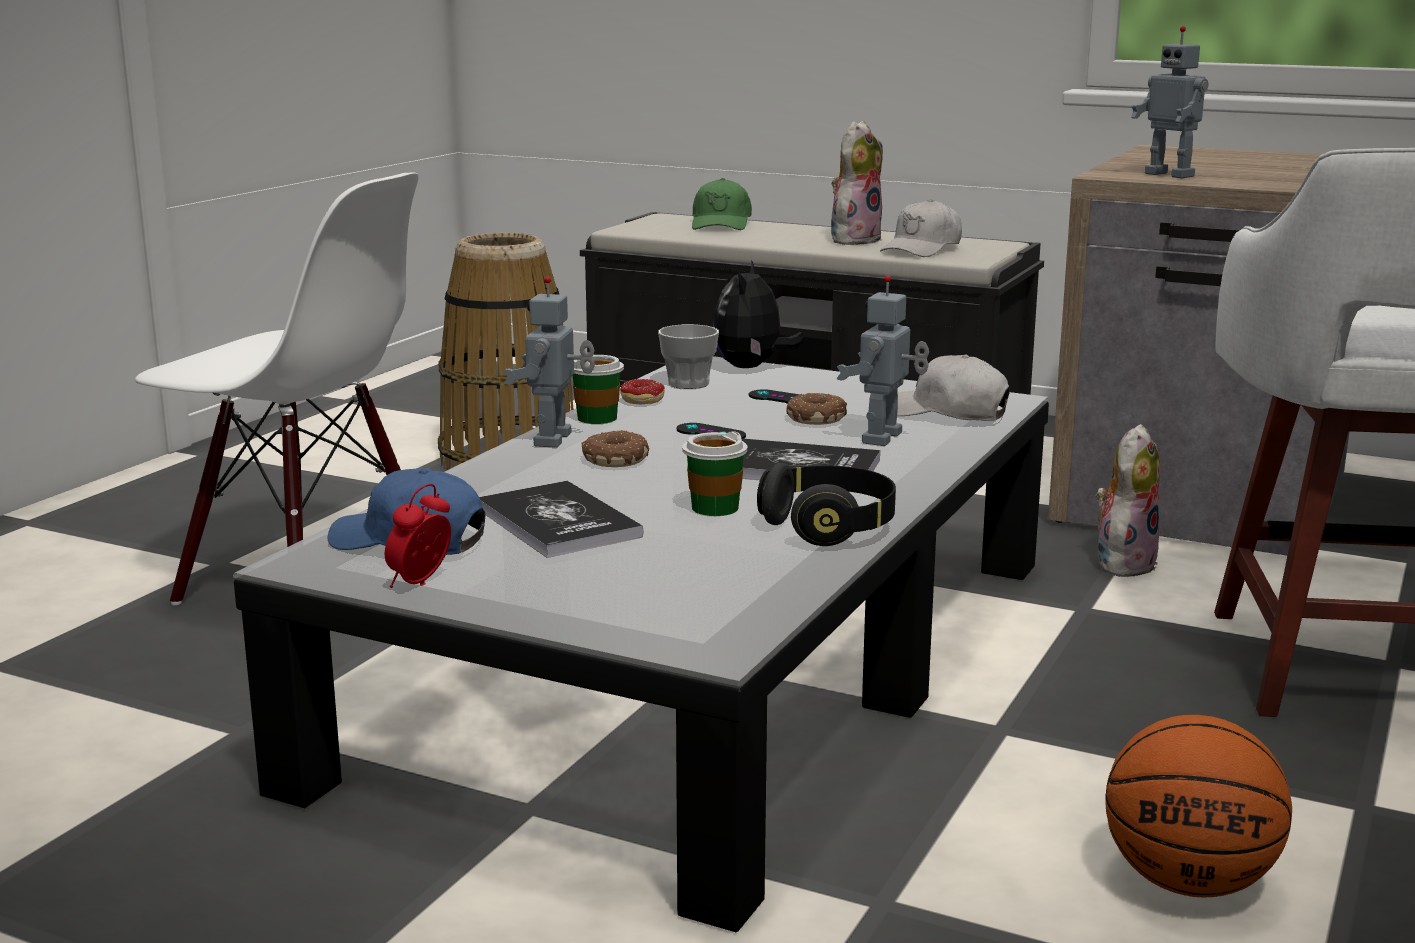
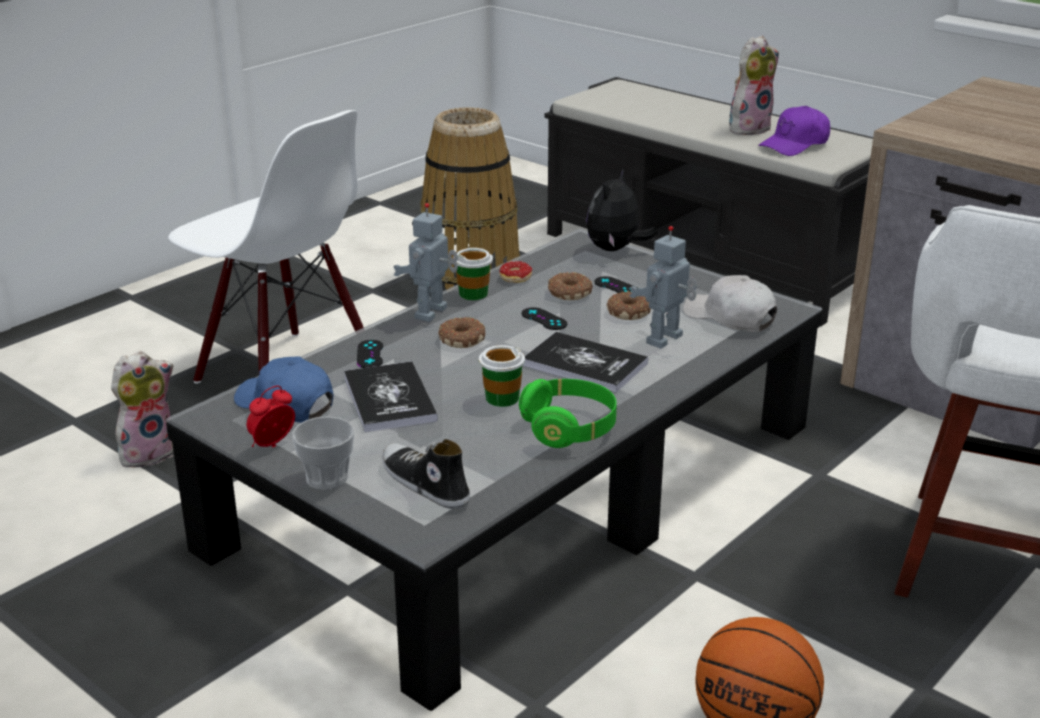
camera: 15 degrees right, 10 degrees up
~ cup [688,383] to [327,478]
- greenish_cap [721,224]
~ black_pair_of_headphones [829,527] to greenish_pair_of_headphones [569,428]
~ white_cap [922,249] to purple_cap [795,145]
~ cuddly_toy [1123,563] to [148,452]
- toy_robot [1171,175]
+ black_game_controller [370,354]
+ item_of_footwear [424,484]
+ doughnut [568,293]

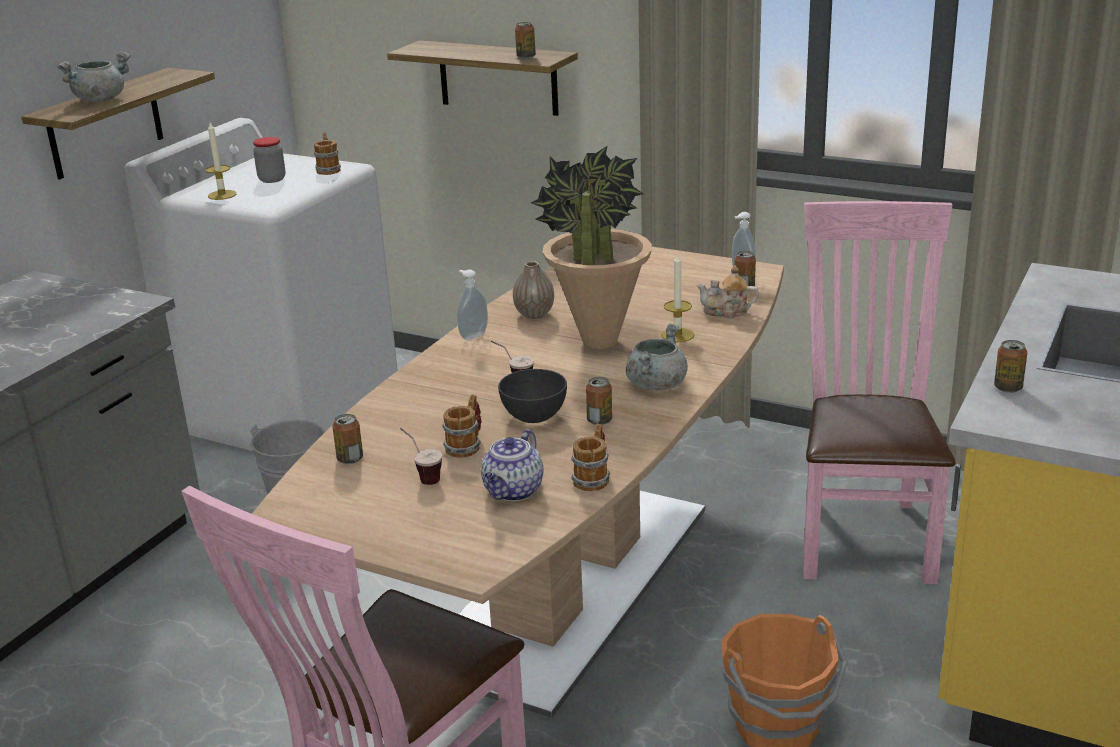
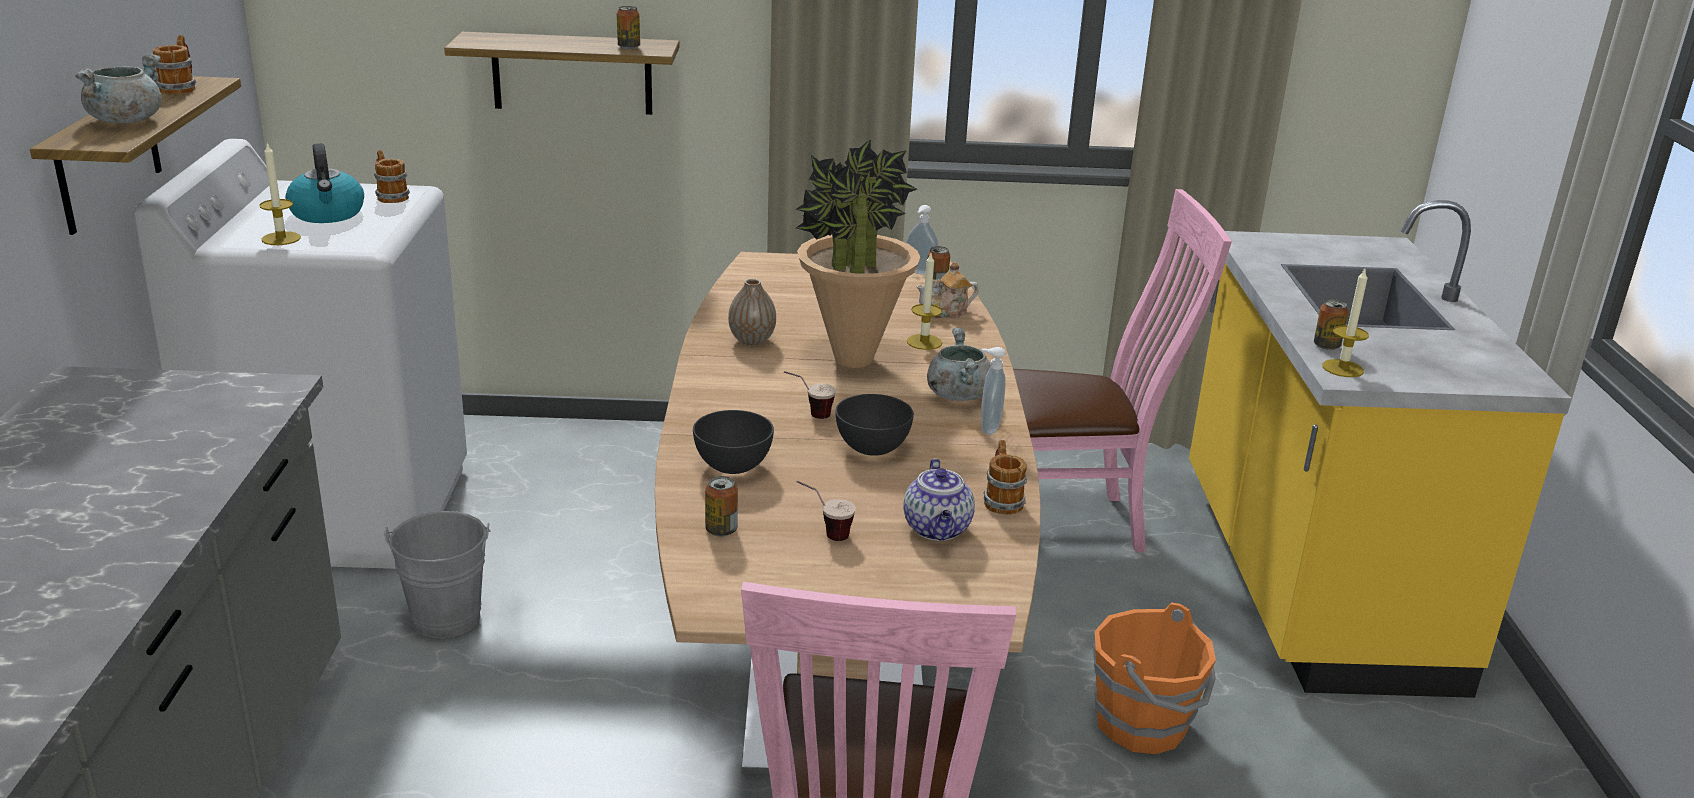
camera: 30 degrees left, 0 degrees up
~ jar [272,179] to water_kettle [328,214]
~ tea_mug [466,445] to [180,88]
~ liquid_soap_bottle [472,335] to [987,428]
- sealed_can [599,420]
~ pink_plain_chair [863,533] = [1071,523] 105 degrees clockwise
+ grey_deep_dish [733,466]
+ candle [1342,368]

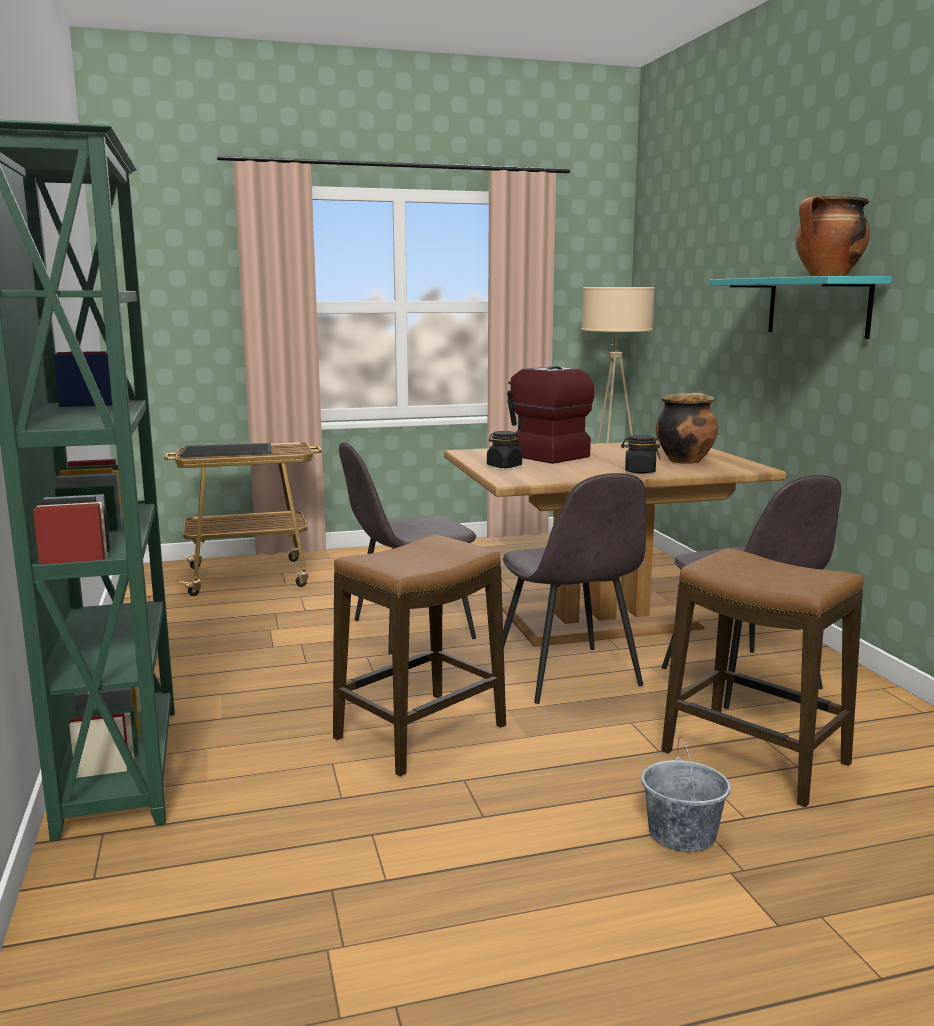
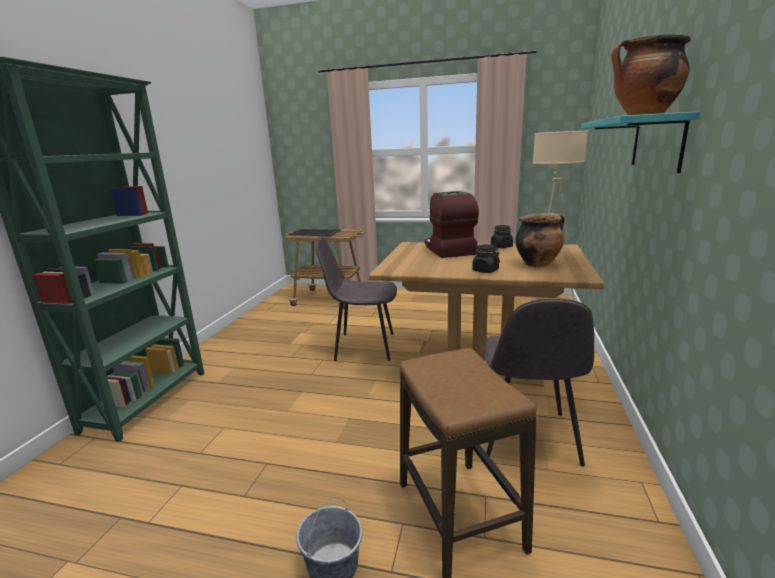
camera: 30 degrees right, 5 degrees up
- sitting_stool [421,732]
~ black_jar [504,466] to [501,246]
- grey_plain_chair [568,676]

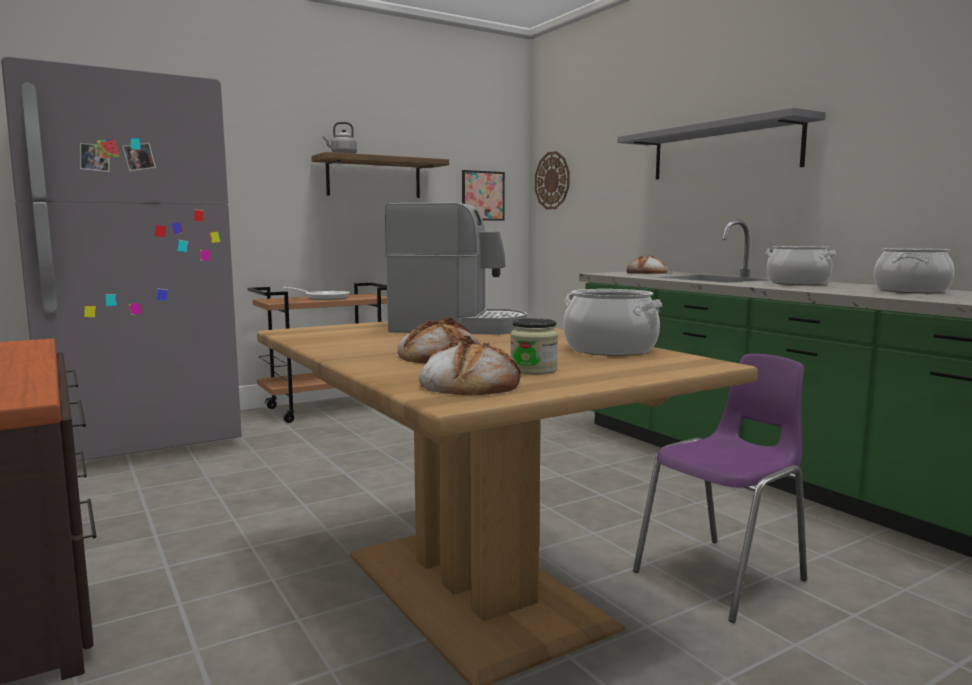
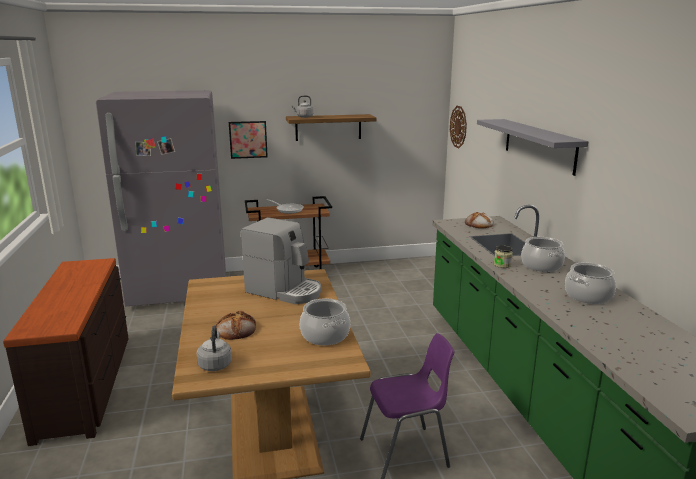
camera: 20 degrees right, 10 degrees up
~ baked_bread [469,383] to grey_water_kettle [215,364]
~ picture [483,195] to [248,139]
~ jar [533,370] to [502,265]

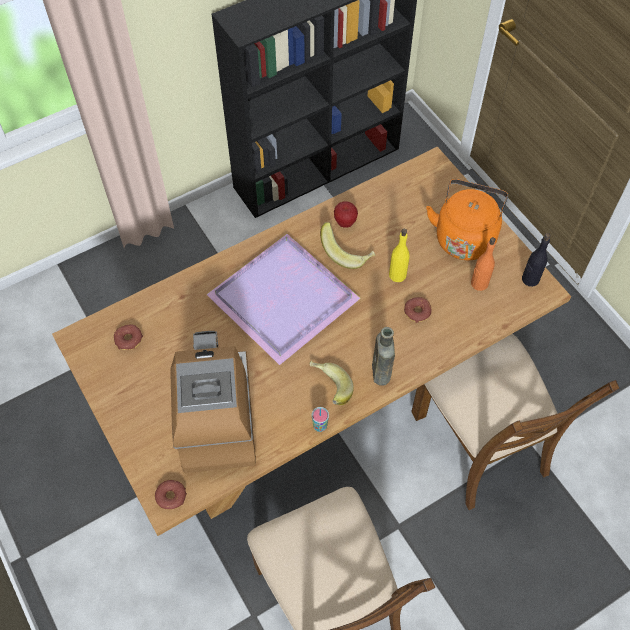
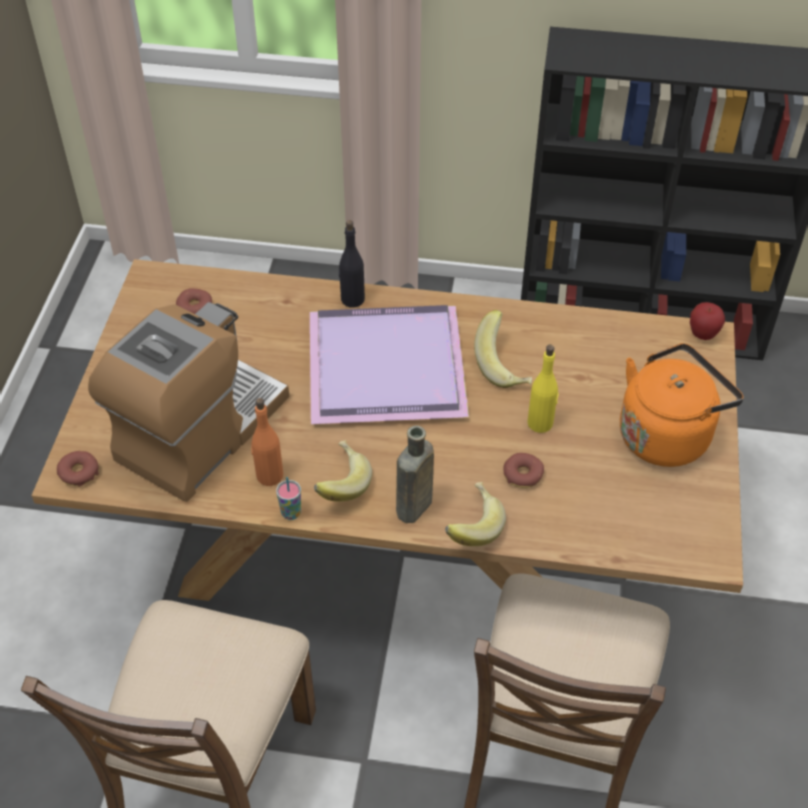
camera: 40 degrees right, 10 degrees down
~ apple_fruit [345,222] to [703,334]
~ orange_drink_bottle [479,283] to [269,475]
~ black_drink_bottle [530,279] to [352,299]
+ whole_banana [471,526]

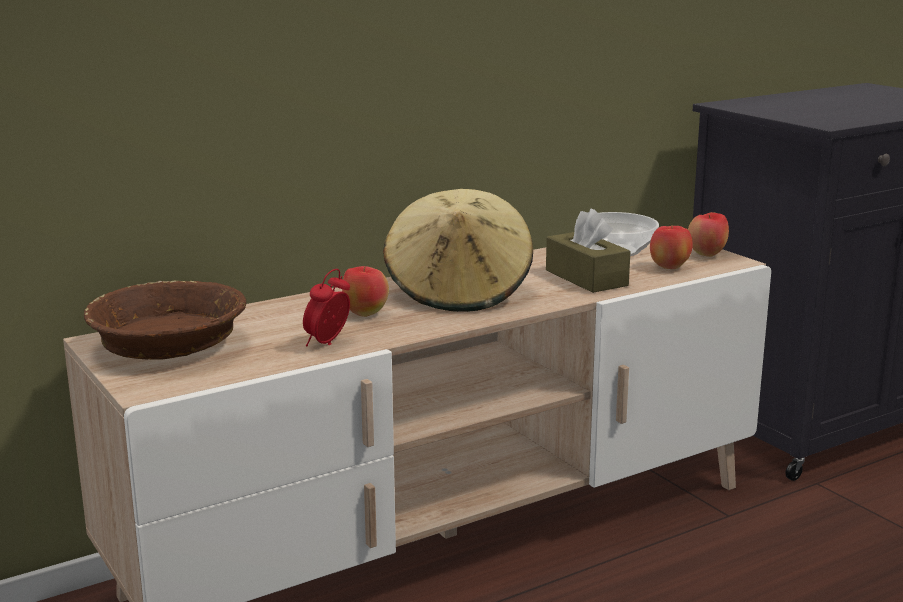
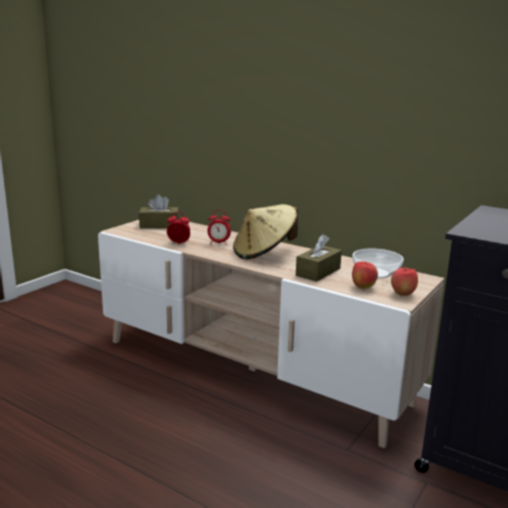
camera: 65 degrees right, 0 degrees up
~ brown-coloured_deep_dish [169,345] to brown-coloured_box_of_tissues [159,225]
~ apple_fruit [365,314] to bedside_clock [218,243]

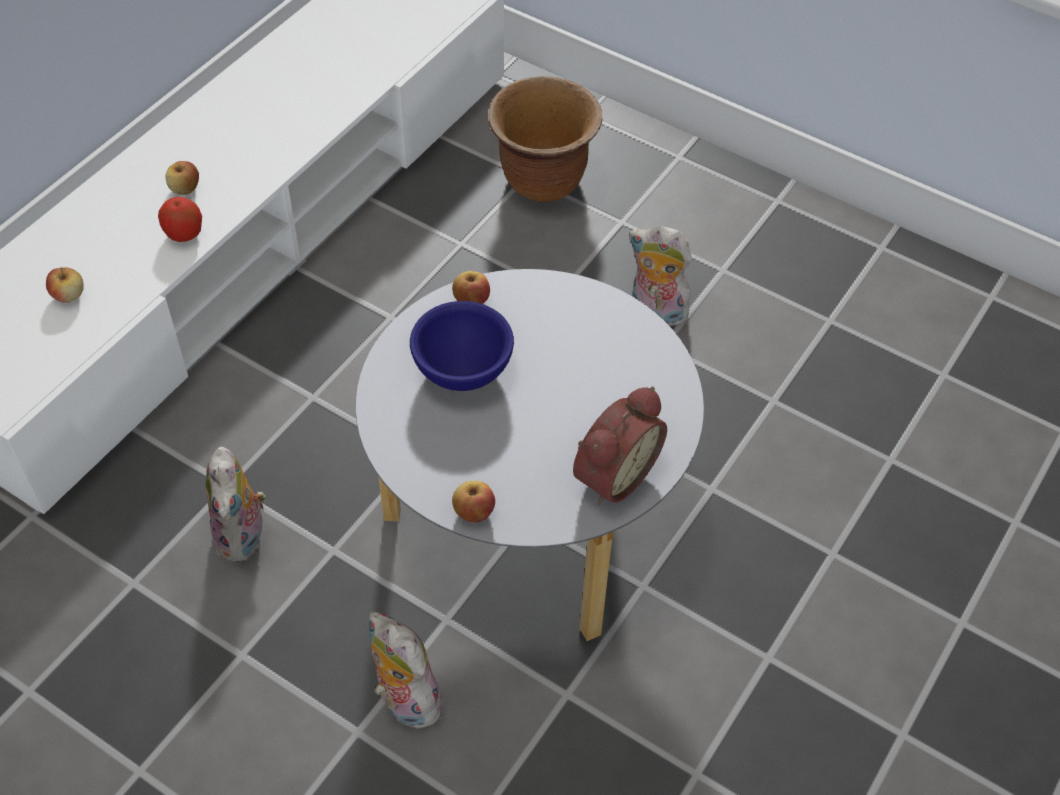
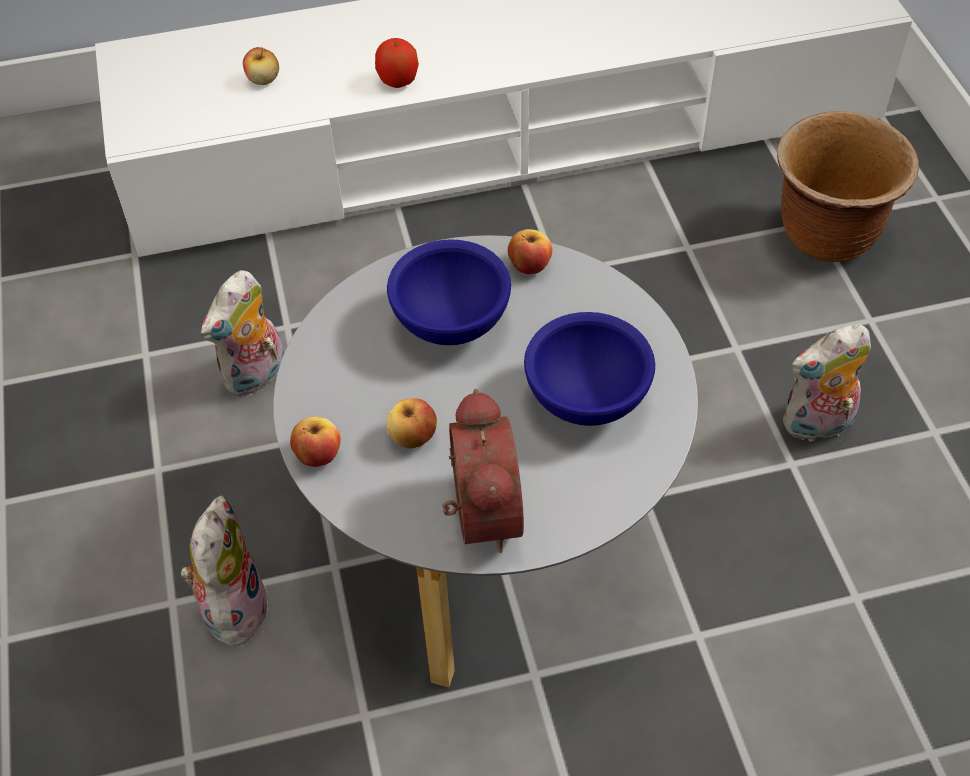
camera: 45 degrees right, 0 degrees up
~ apple_fruit [185,189] to [412,437]
~ bedside_clock [612,474] = [478,513] 90 degrees counterclockwise
~ cuddly_toy [655,311] = [816,425] 90 degrees counterclockwise
+ blue_deep_dish [584,399]

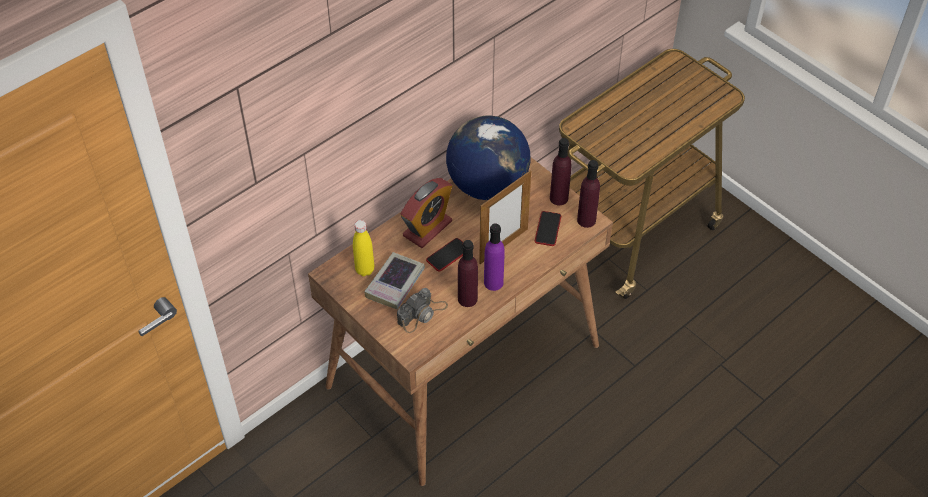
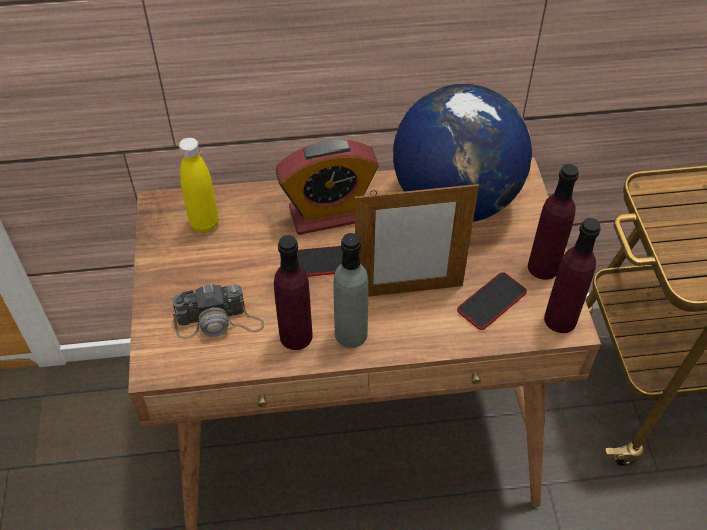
camera: 35 degrees right, 0 degrees up
- bound_book [395,284]
~ purple_drink_bottle [493,282] to grey_drink_bottle [351,334]

